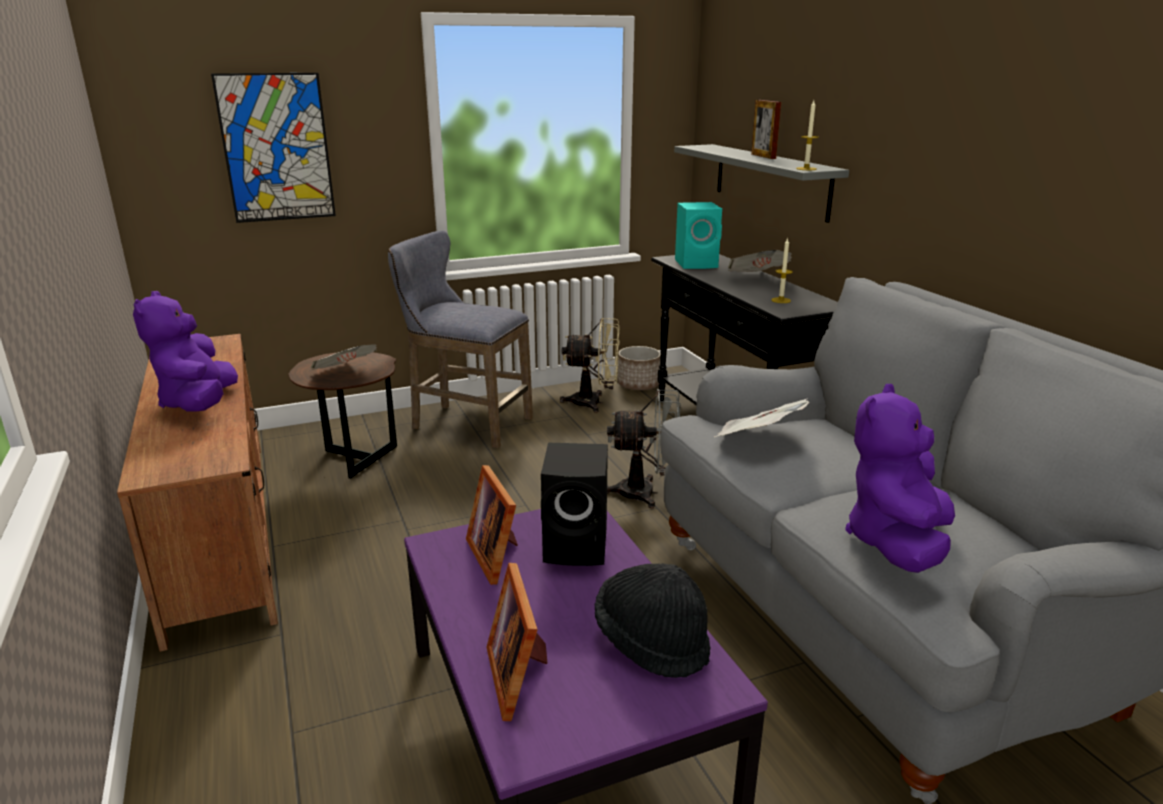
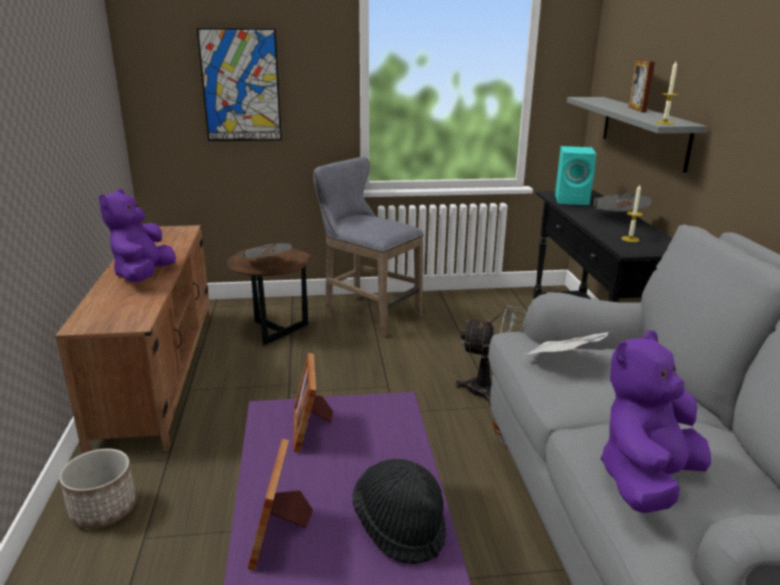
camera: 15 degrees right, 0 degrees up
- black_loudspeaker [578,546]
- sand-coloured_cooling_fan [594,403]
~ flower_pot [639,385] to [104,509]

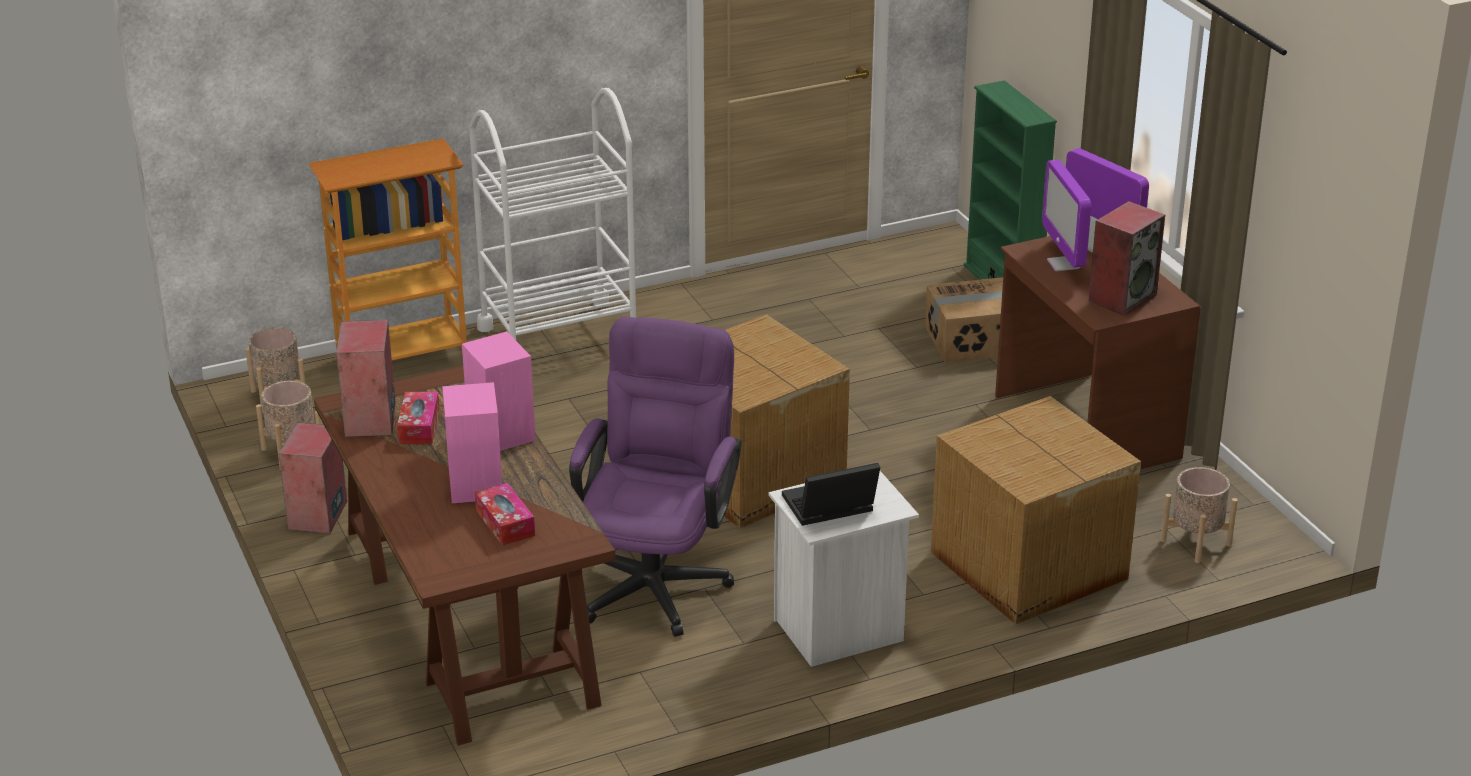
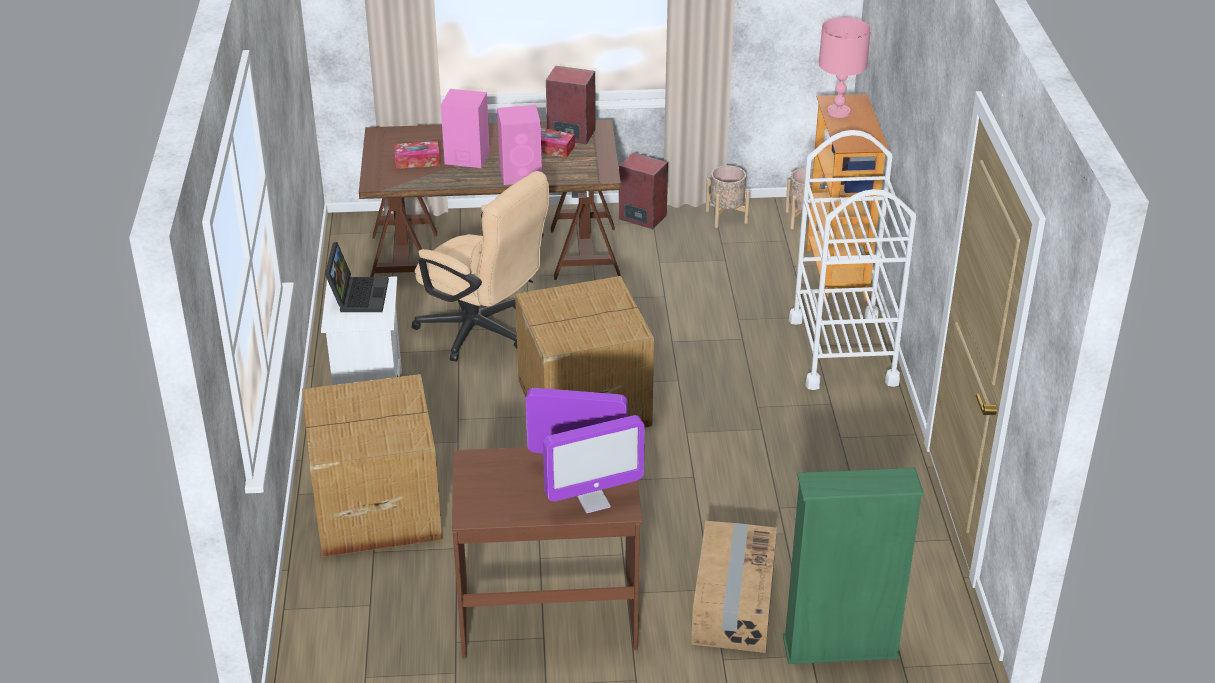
camera: 110 degrees right, 5 degrees up
~ purple_desk_chair [657,578] to sand-coloured_desk_chair [483,333]
- loudspeaker [1122,297]
- sand-coloured_flower_pot [1196,542]
+ pink_lamp_for_a_table [838,112]

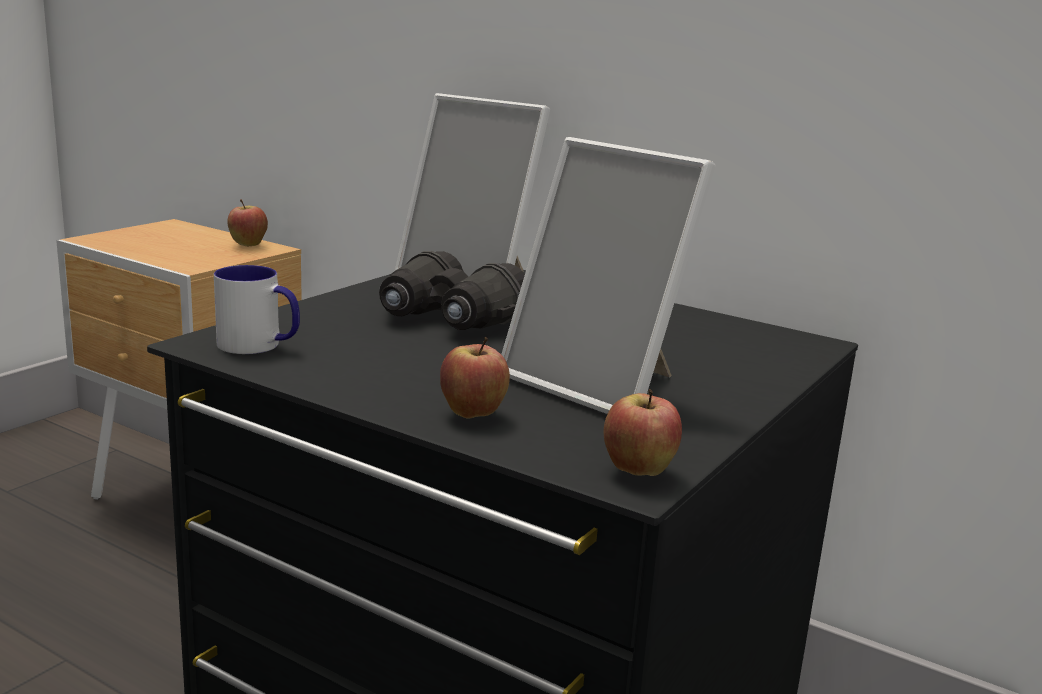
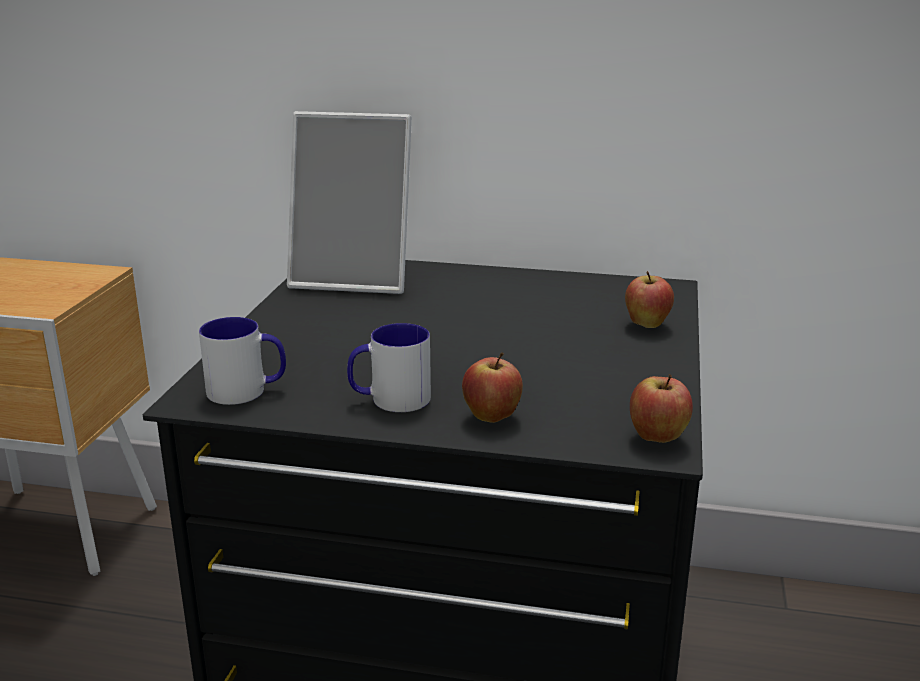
camera: 20 degrees left, 5 degrees up
~ apple_fruit [248,245] to [646,326]
- black_binoculars [449,319]
- photo_frame [600,385]
+ tea_mug [389,400]

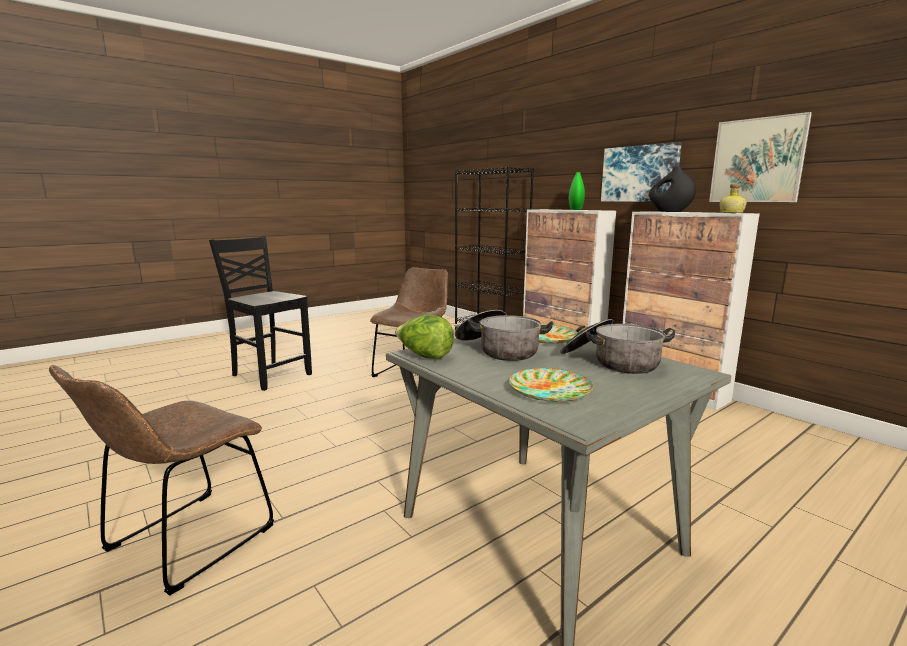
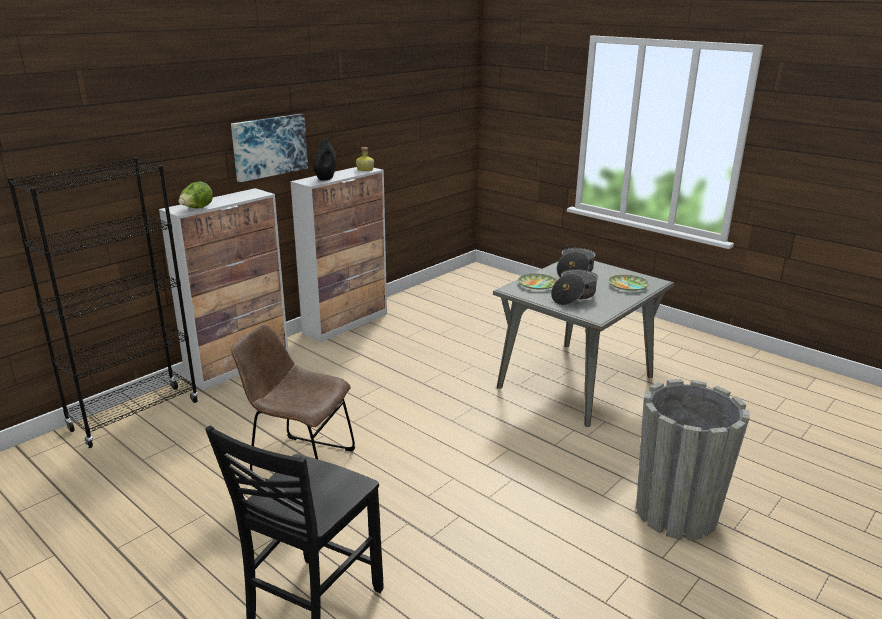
camera: 100 degrees left, 10 degrees up
~ brown-coloured_plain_chair [183,543] to grey_flower_pot [676,513]
~ lettuce_head [424,356] to [197,209]
- greenish_flower_vase [575,209]
- picture [757,160]

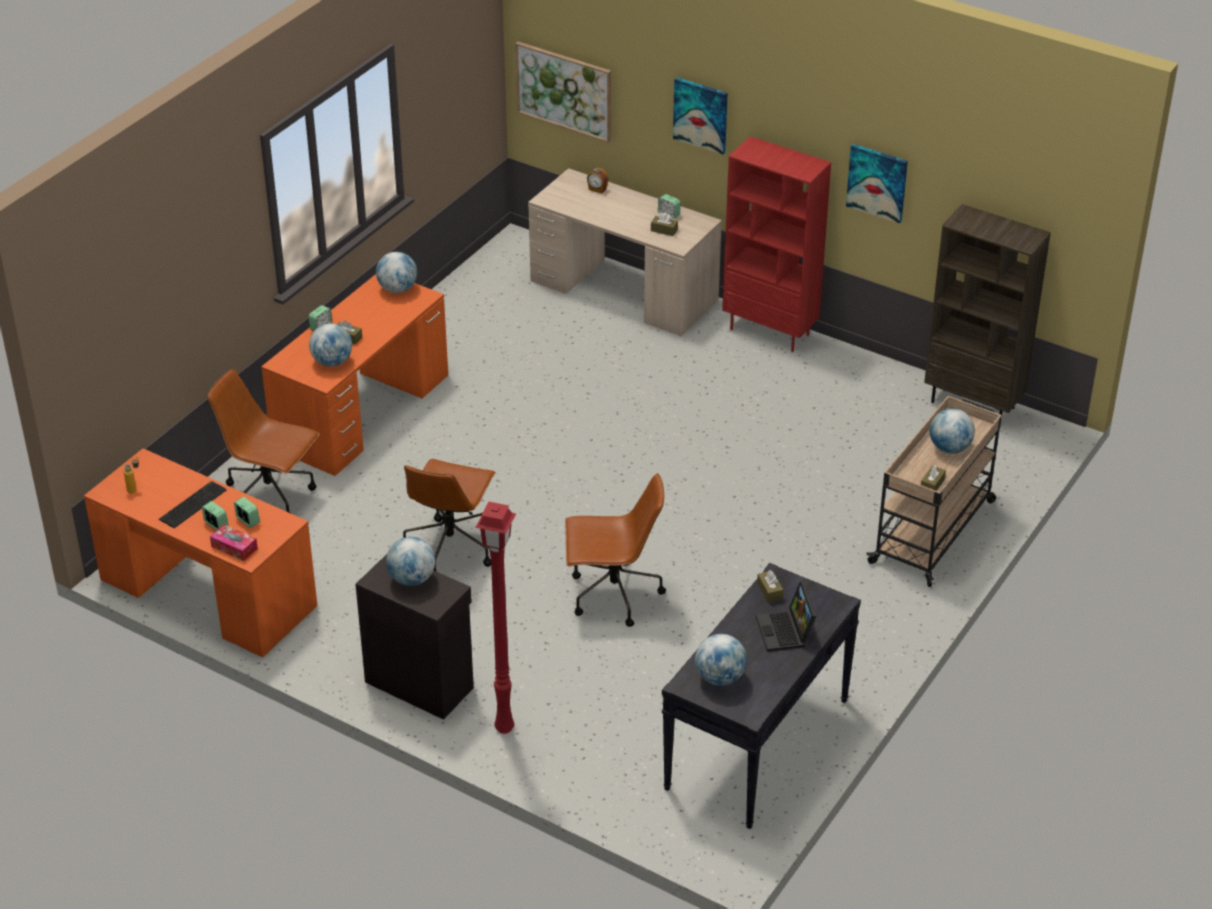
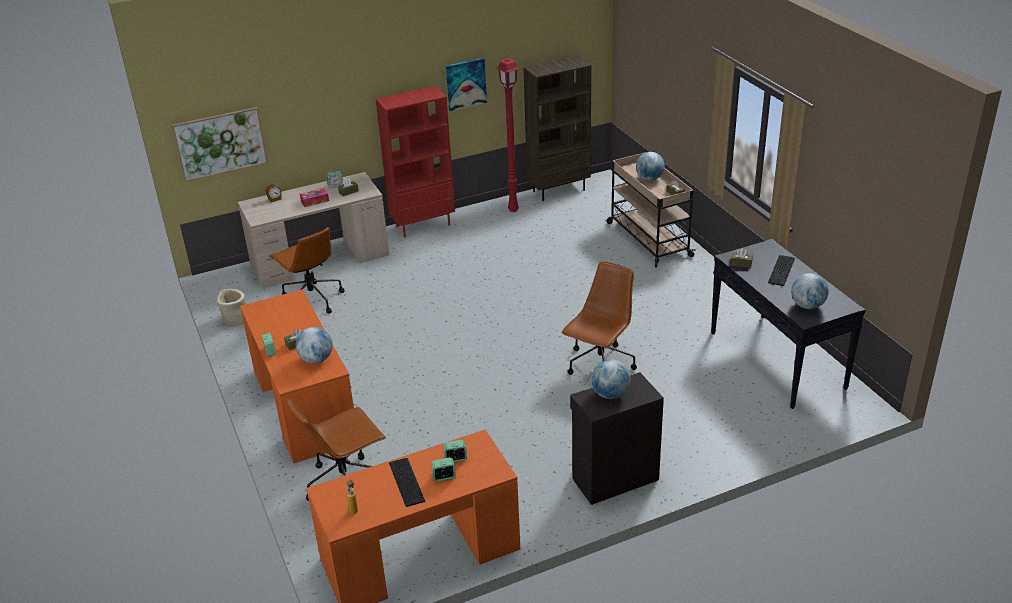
camera: 55 degrees left, 5 degrees down
~ box_of_tissues [234,547] to [315,201]
- globe [397,289]
~ brown-coloured_desk_chair [450,547] to [311,299]
~ reddish_floor_lamp [502,728] to [513,210]
- picture [701,115]
~ notebook_computer [786,632] to computer_keyboard [782,270]
+ sand-coloured_flower_pot [235,319]

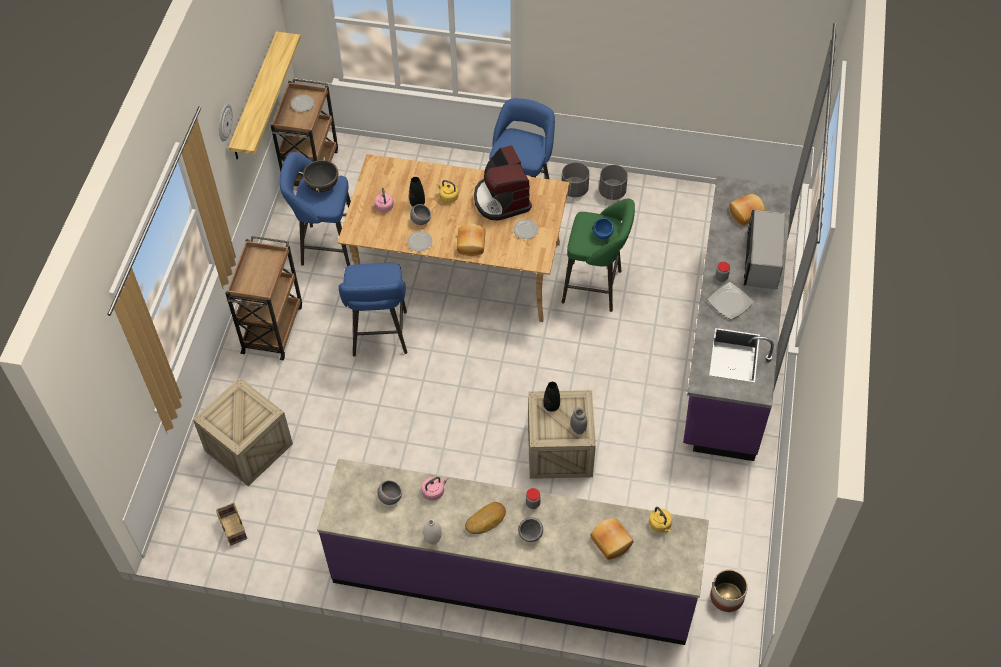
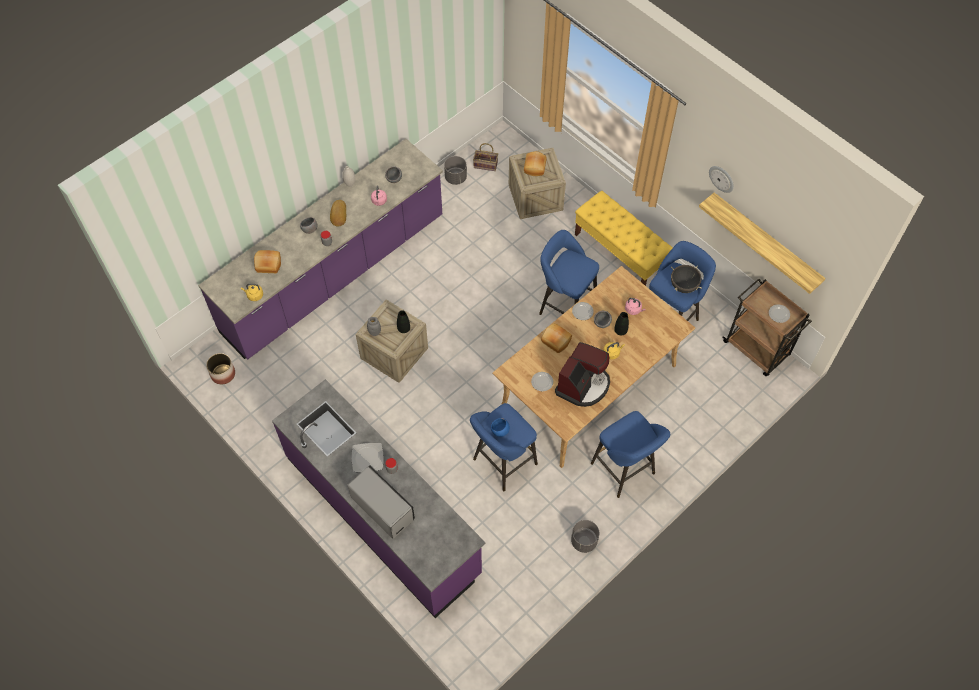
camera: 125 degrees right, 5 degrees up
~ brown-coloured_wheeled_cart [273,328] to yellow_bench [620,253]
~ coffee_maker [501,199] = [583,385] 105 degrees clockwise
~ grey_flower_pot [574,189] to [455,178]
~ greenish_sitting_stool [596,287] to blue_sitting_stool [502,463]
~ baked_bread [745,213] to [535,167]

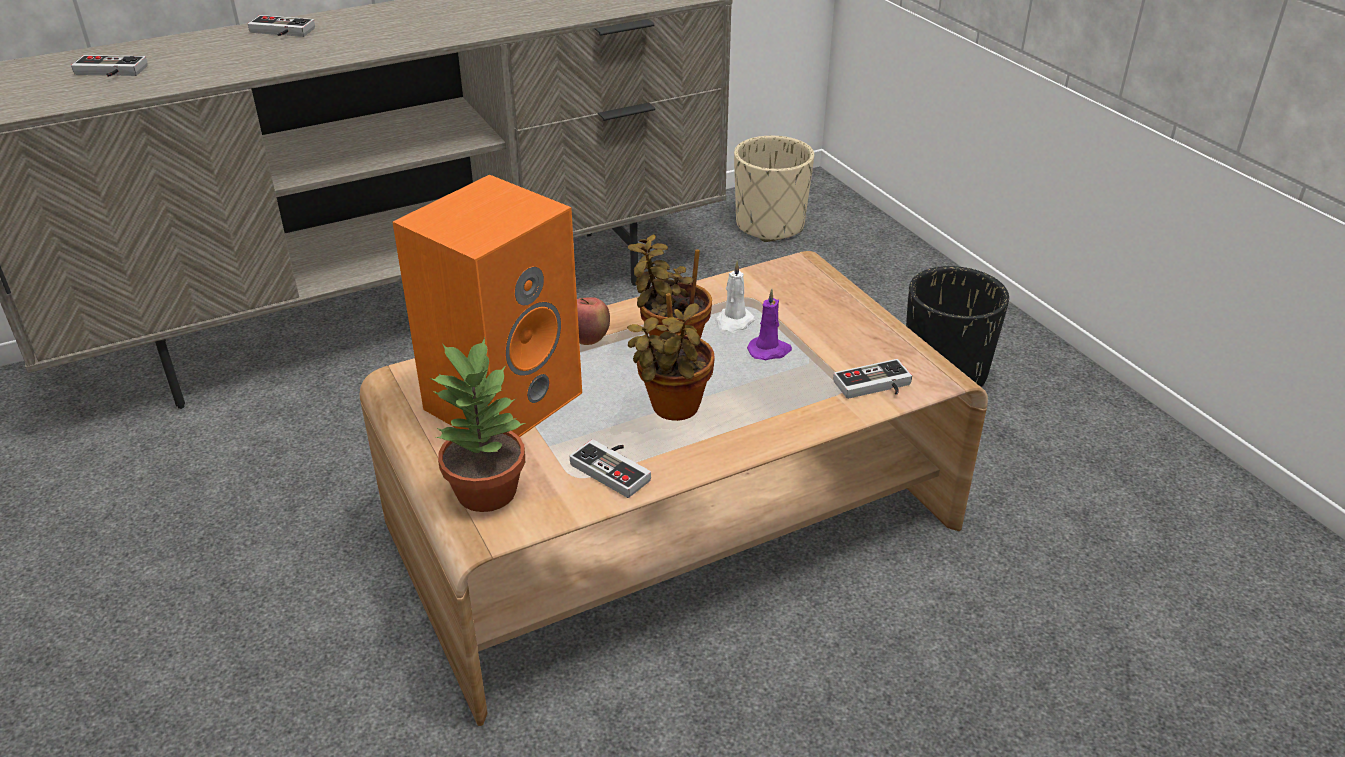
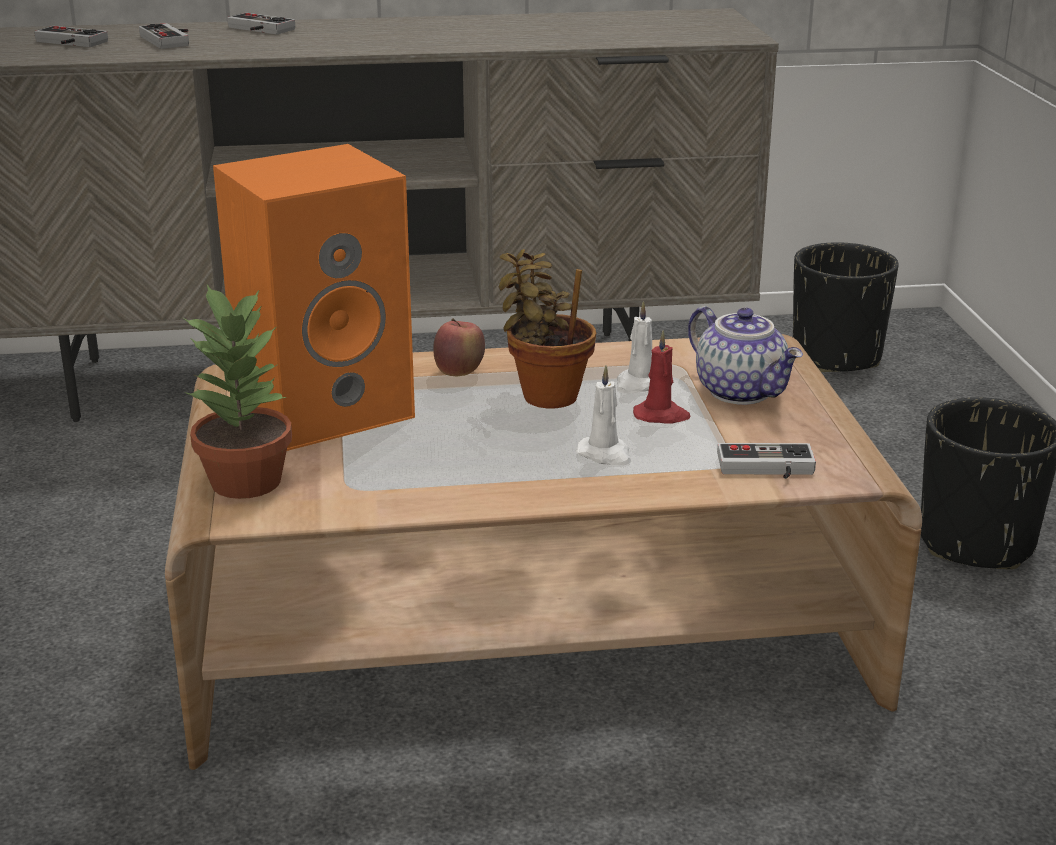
camera: 20 degrees right, 10 degrees down
~ game_controller [615,468] to [171,40]
- potted_plant [672,410]
~ sand-coloured_flower_pot [769,226] to black_flower_pot [836,357]
~ purple_candle [769,351] to reddish_candle [661,416]
+ white_candle [605,455]
+ tea_pot [742,392]

